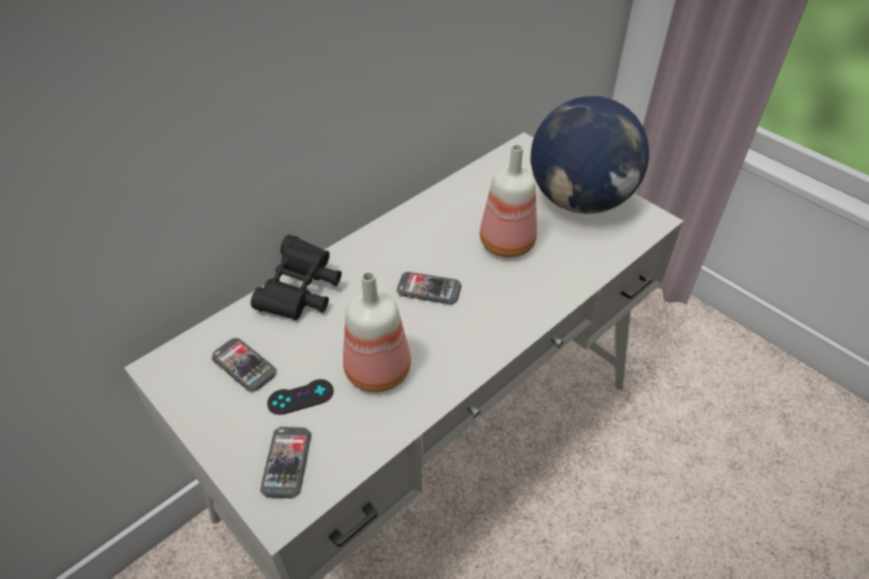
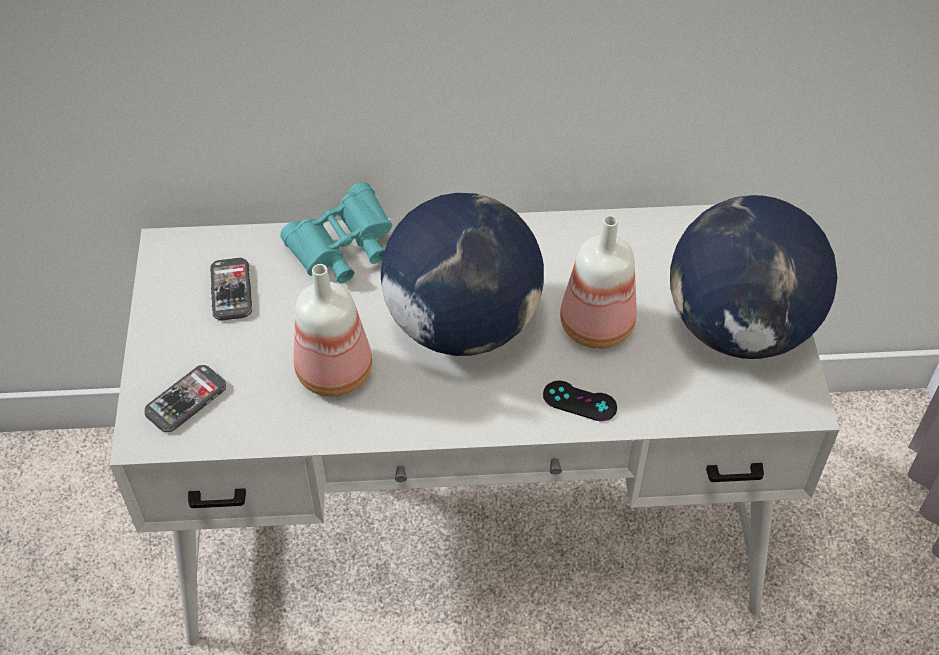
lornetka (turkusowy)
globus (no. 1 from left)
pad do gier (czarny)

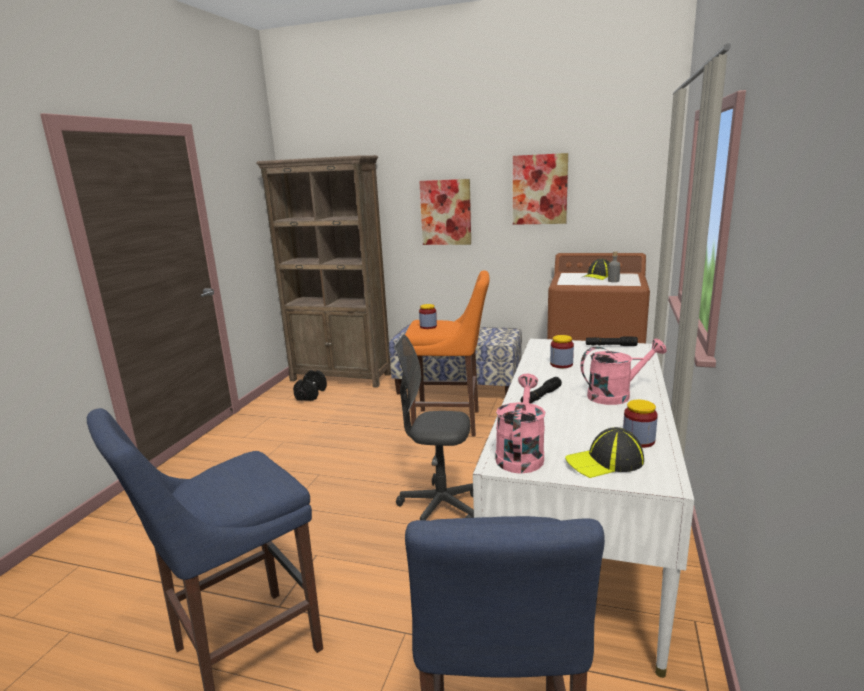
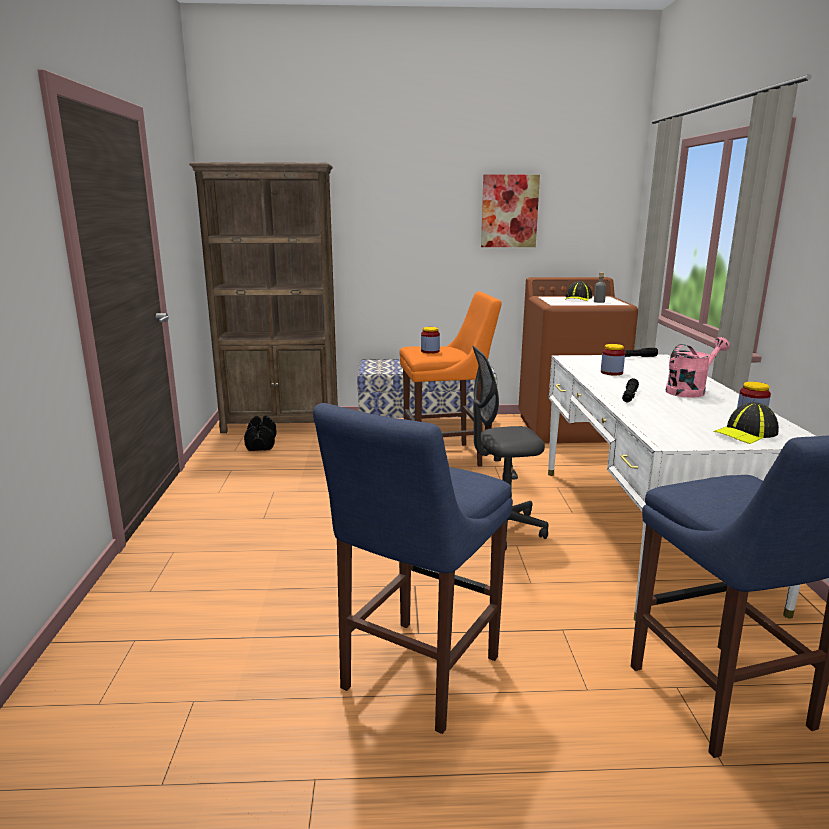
obraz (no. 1 from left in the first image)
konewka (różowy) (no. 1 from left in the first image)

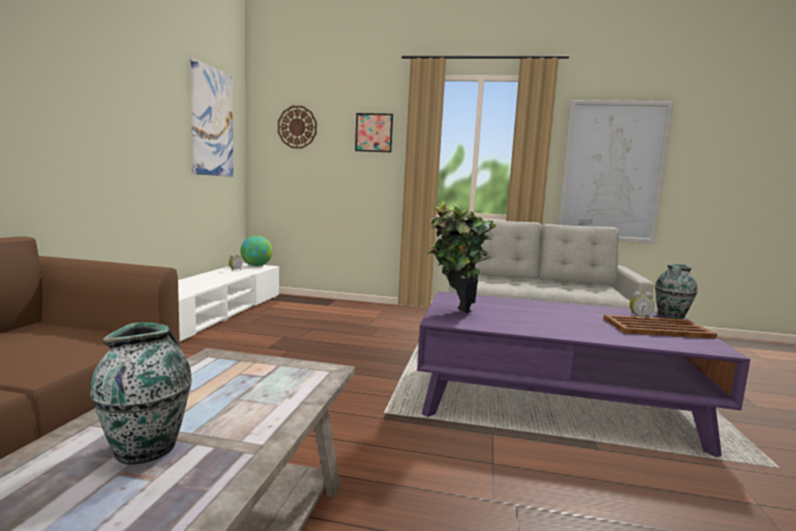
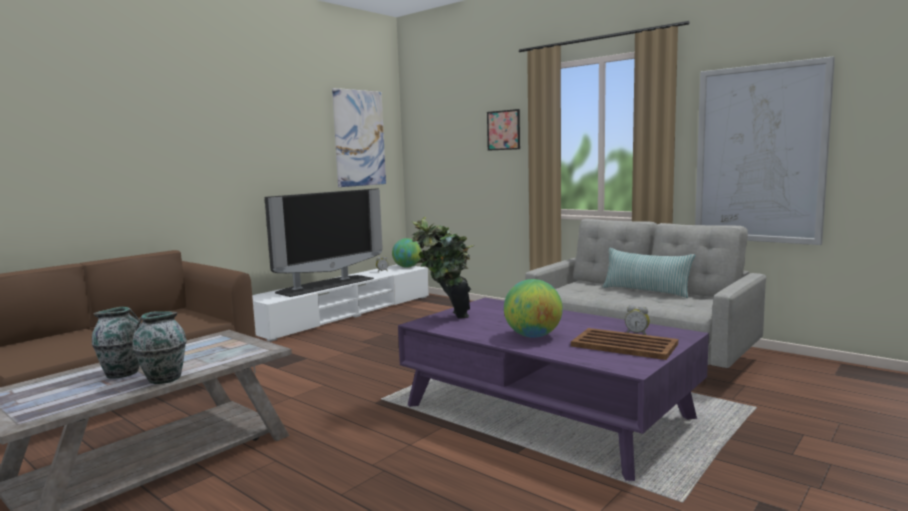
wazon (no. 2 from left)
telewizor
globus (no. 2 from left)
poduszka
zegar ścienny

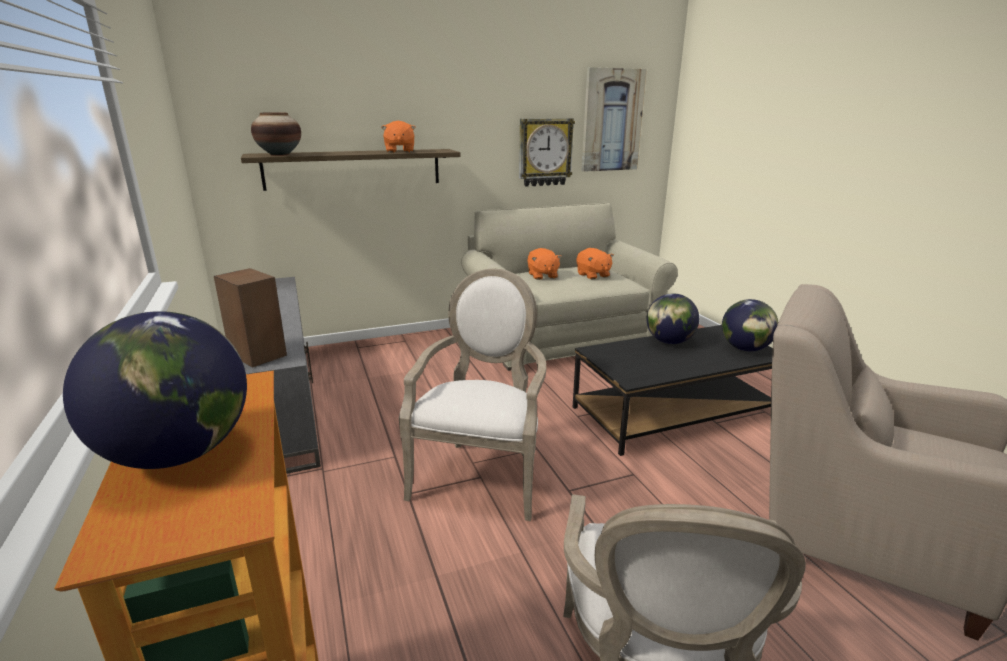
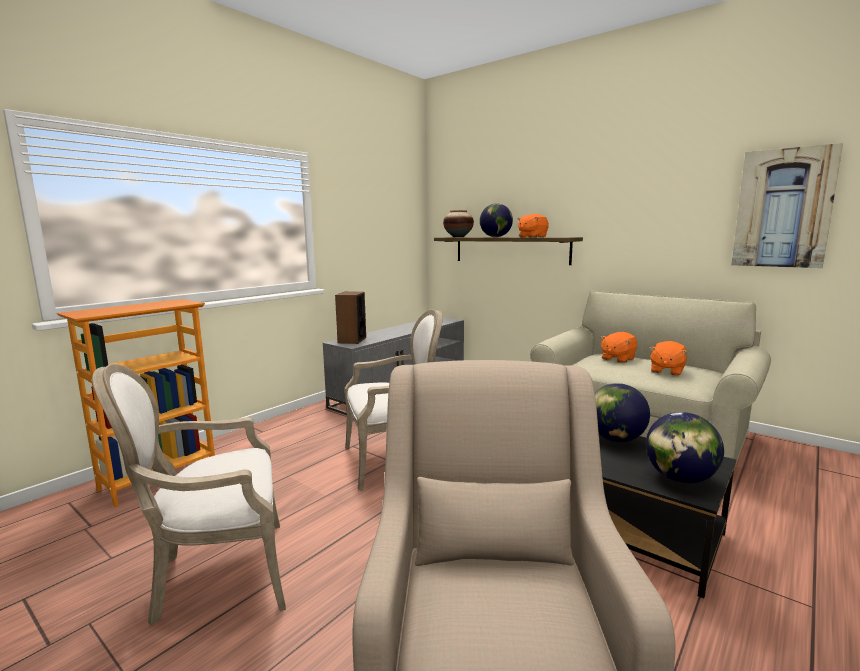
globus (no. 1 from left)
zegar ścienny

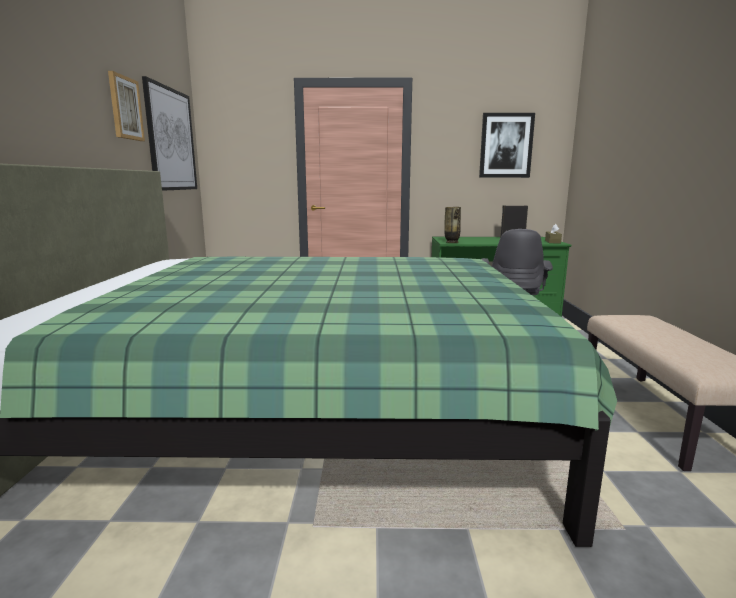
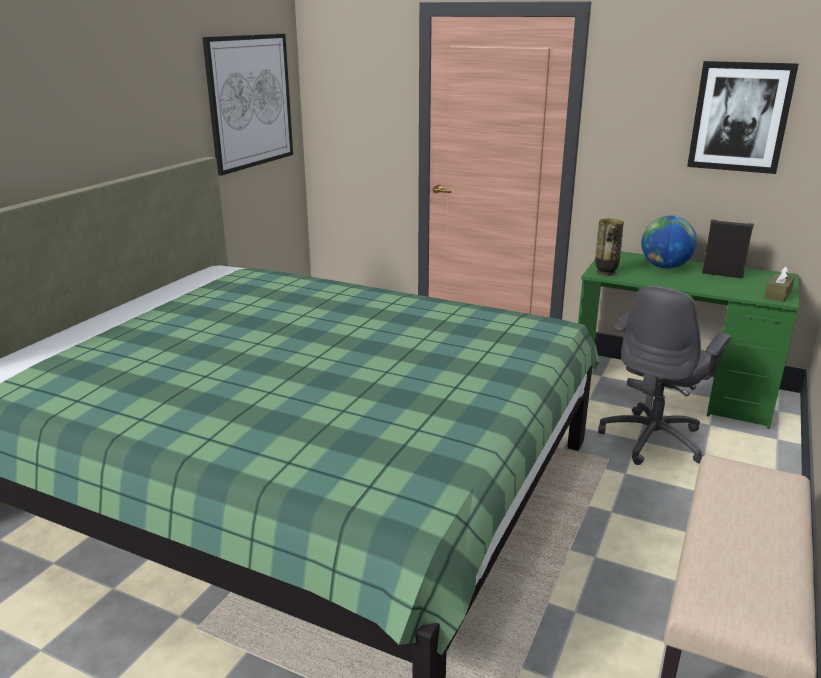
globus
obraz (no. 1 from left in the first image)

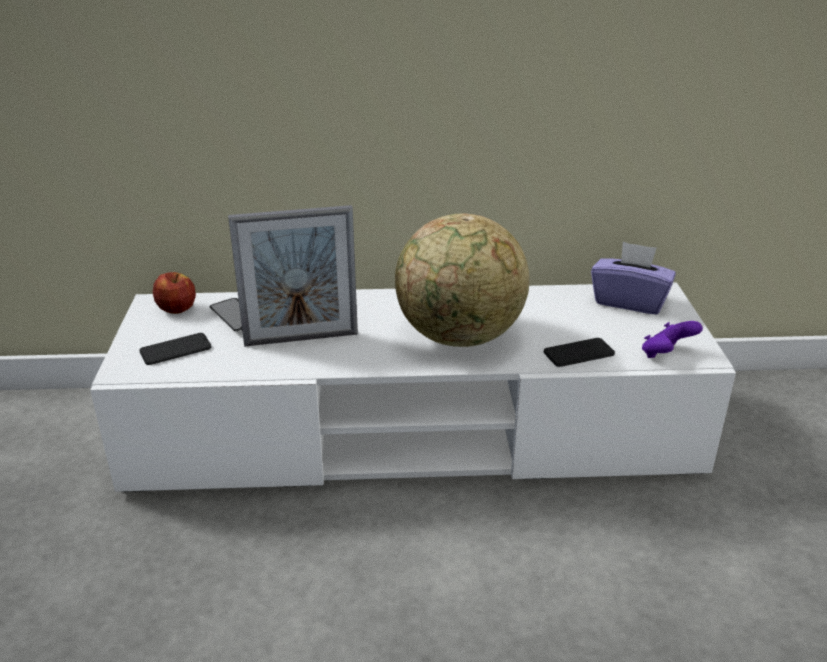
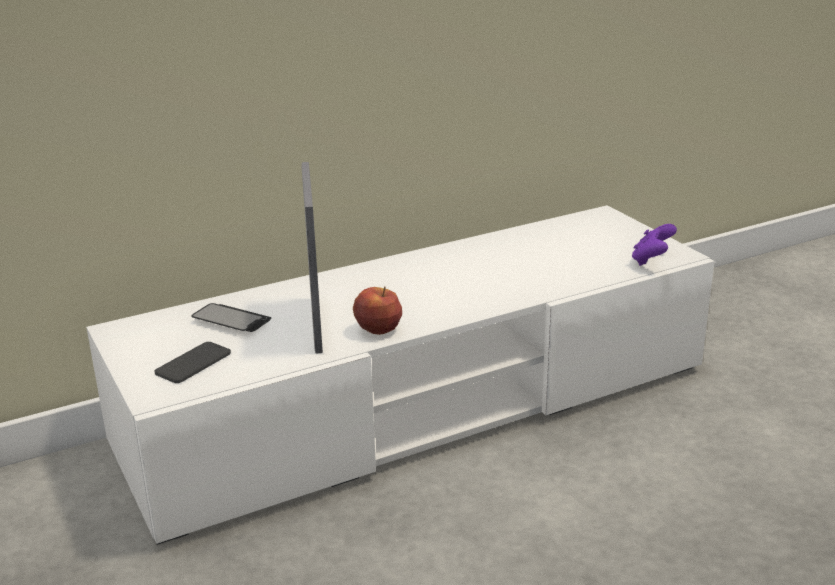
ramka na zdjęcie
jabłko
globus
telefon (no. 3 from left in the first image)
pudełko chusteczek (fioletowy)

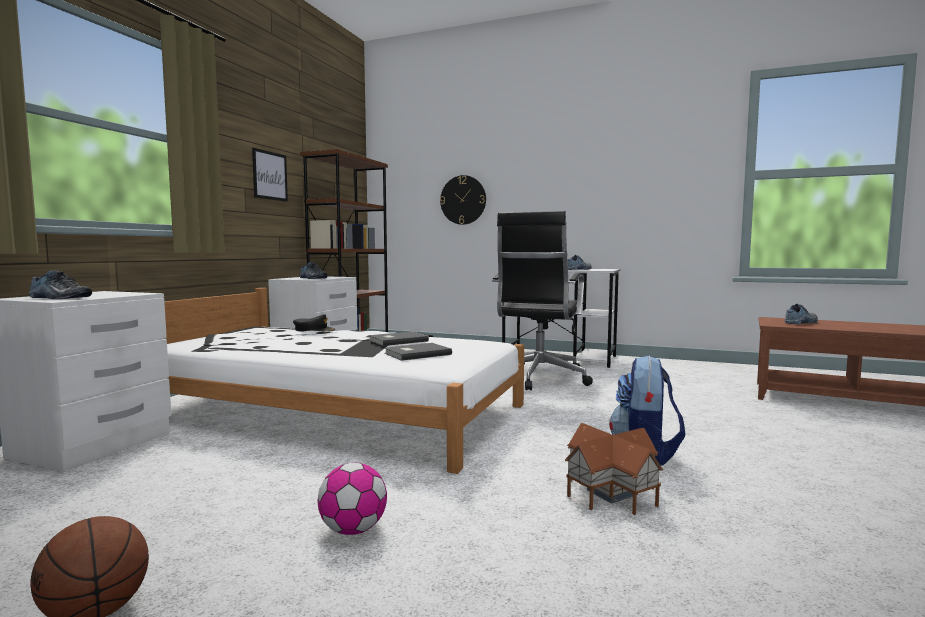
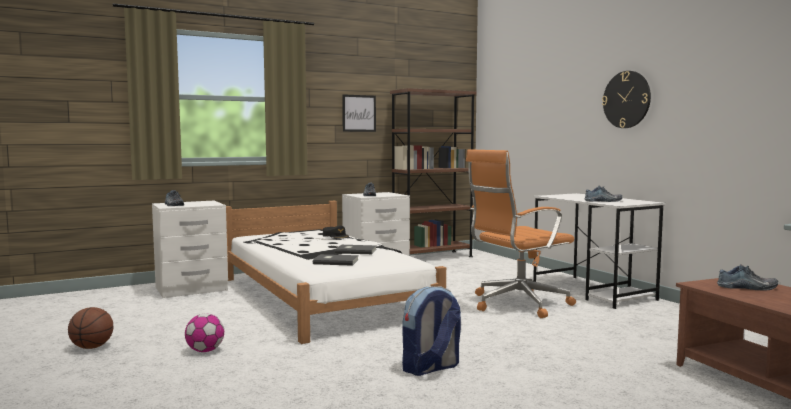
krzesło biurowe (pomarańczowy)
zegar ścienny
domek

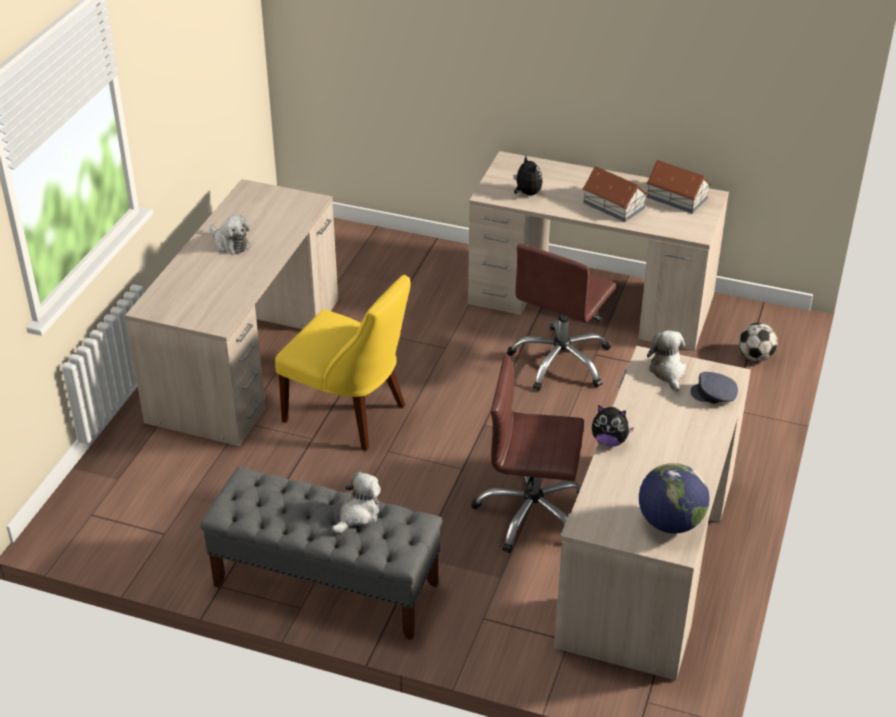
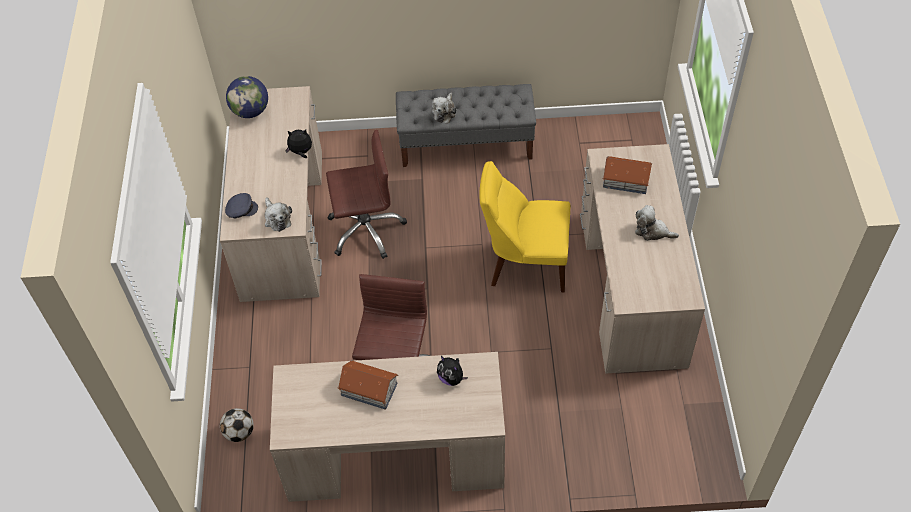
domek (no. 2 from left)

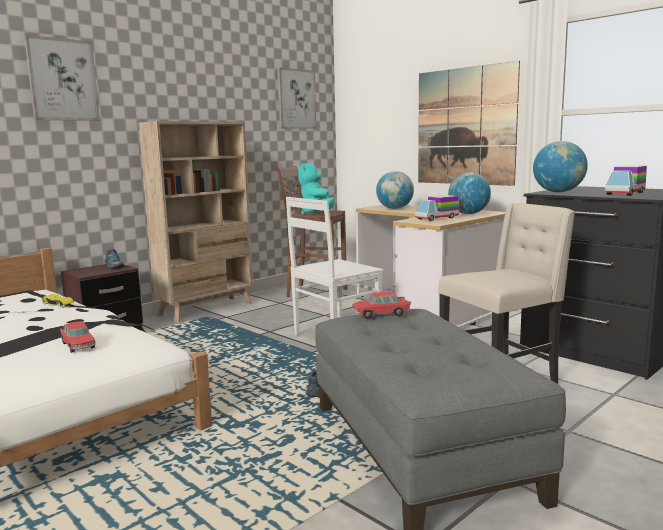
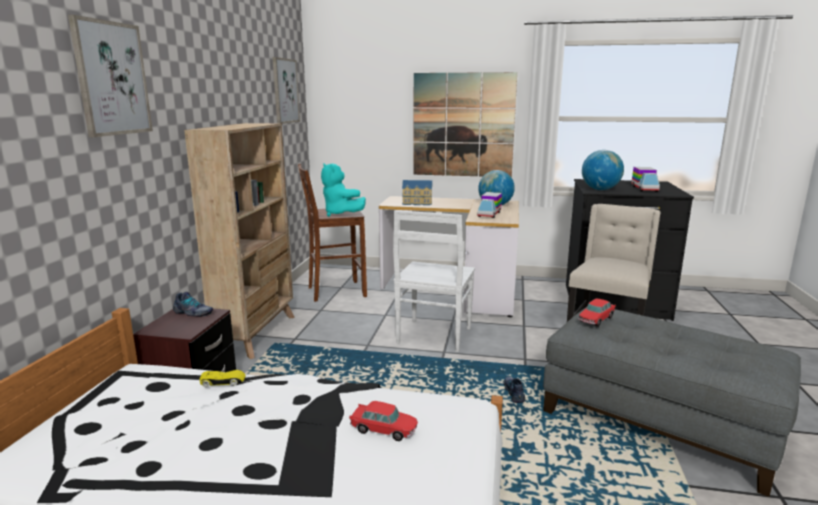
domek

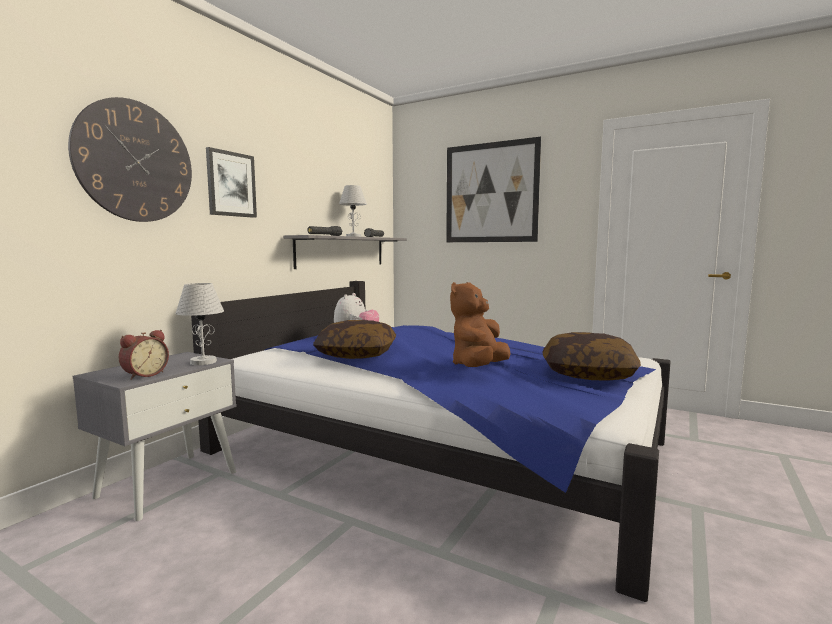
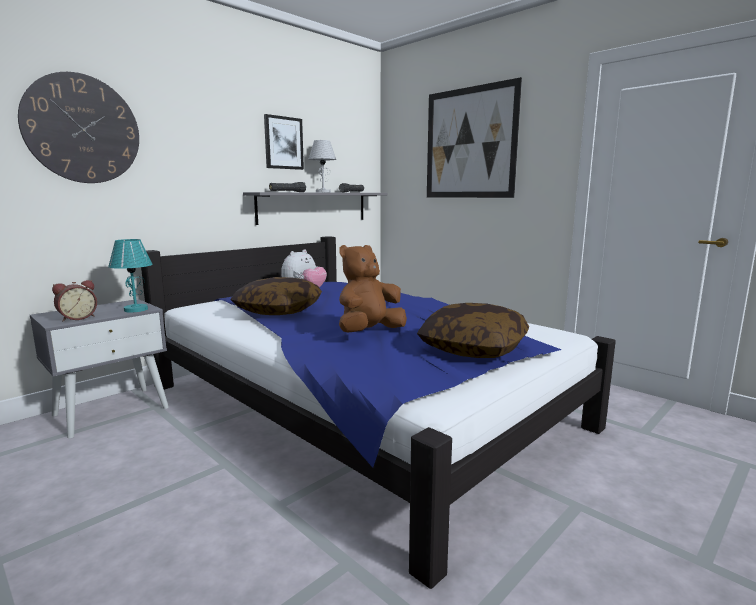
lampa stołowa (turkusowy)
obraz (no. 1 from left)

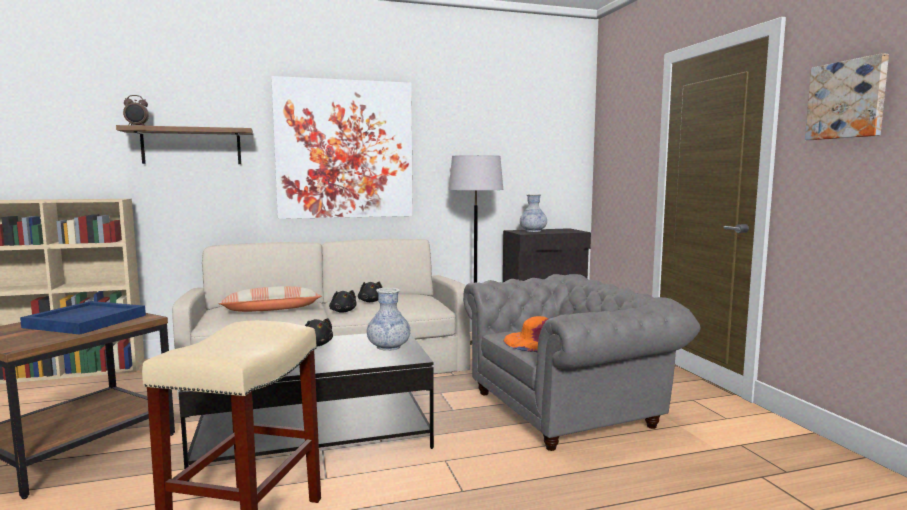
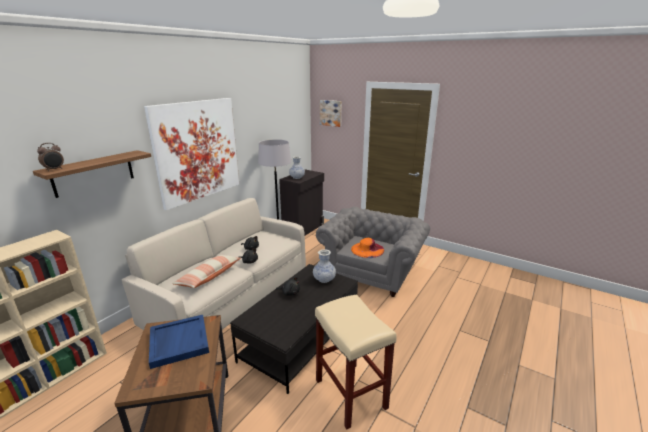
obraz (no. 2 from left)

